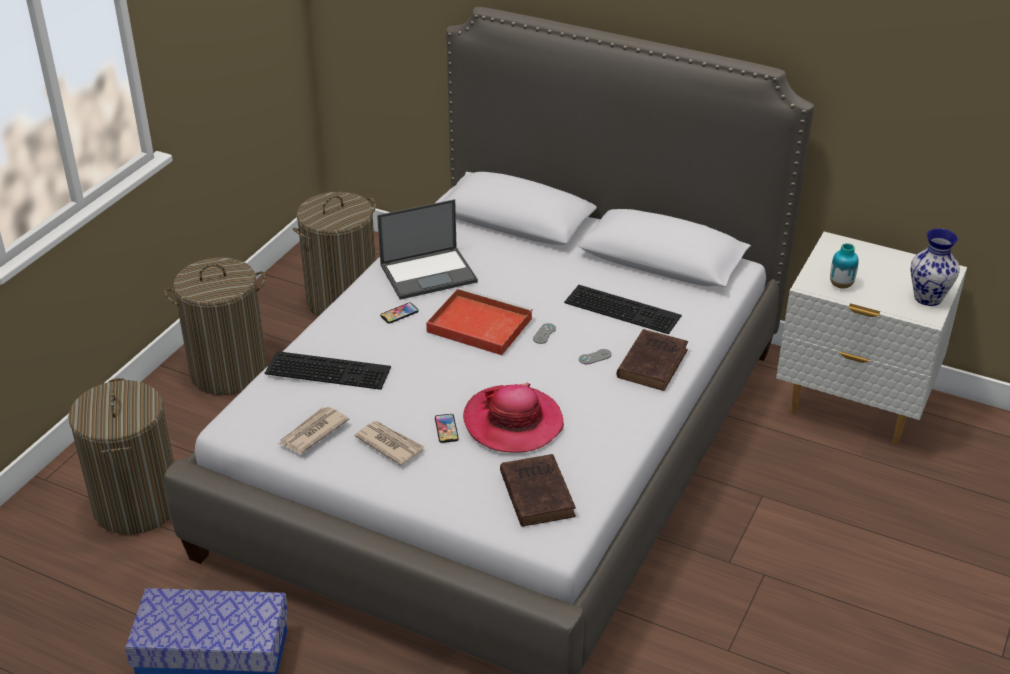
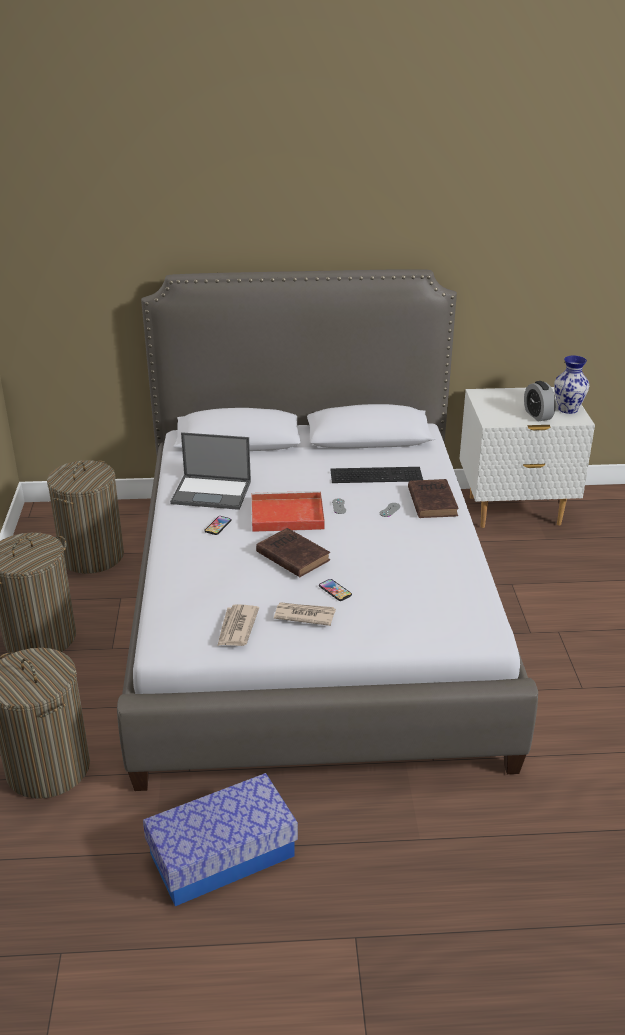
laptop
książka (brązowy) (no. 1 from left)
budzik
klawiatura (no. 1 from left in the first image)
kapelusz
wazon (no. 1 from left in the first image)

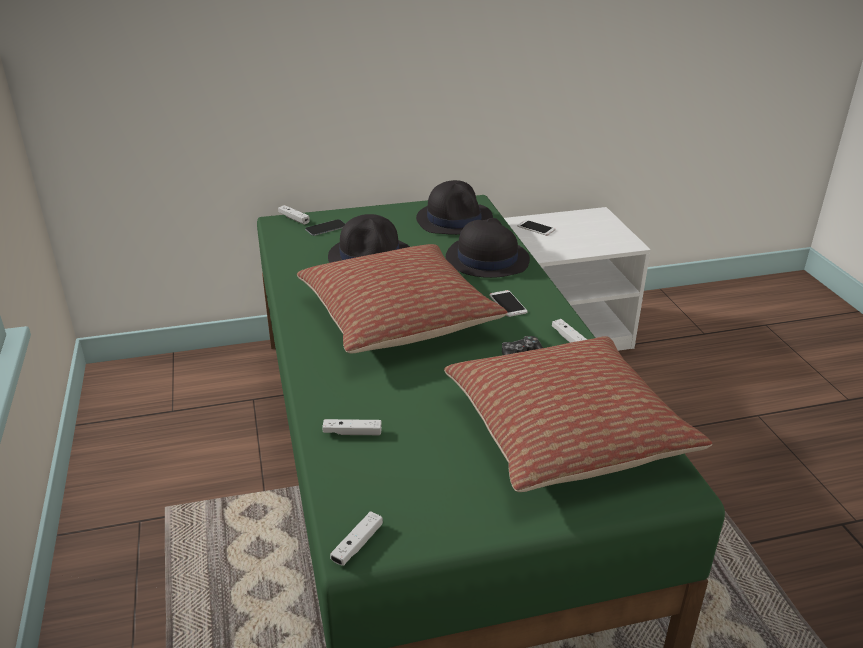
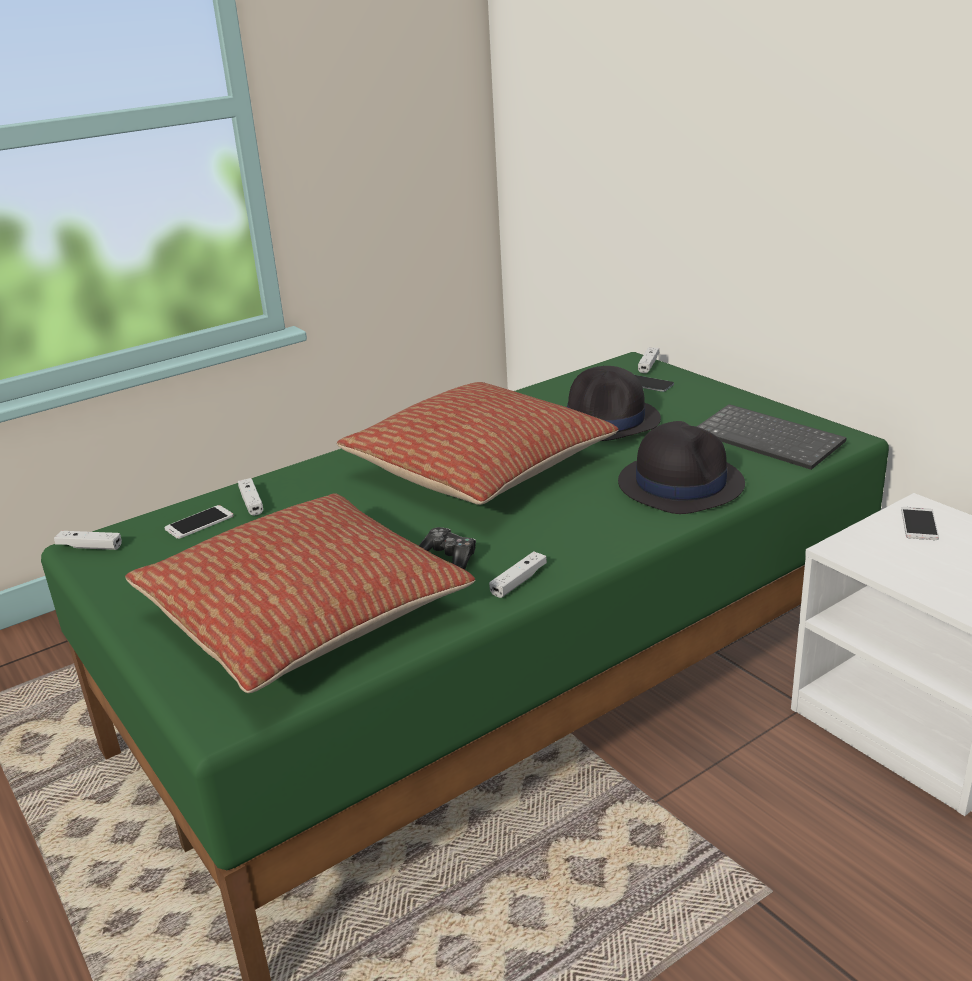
telefon (no. 1 from left)
klawiatura

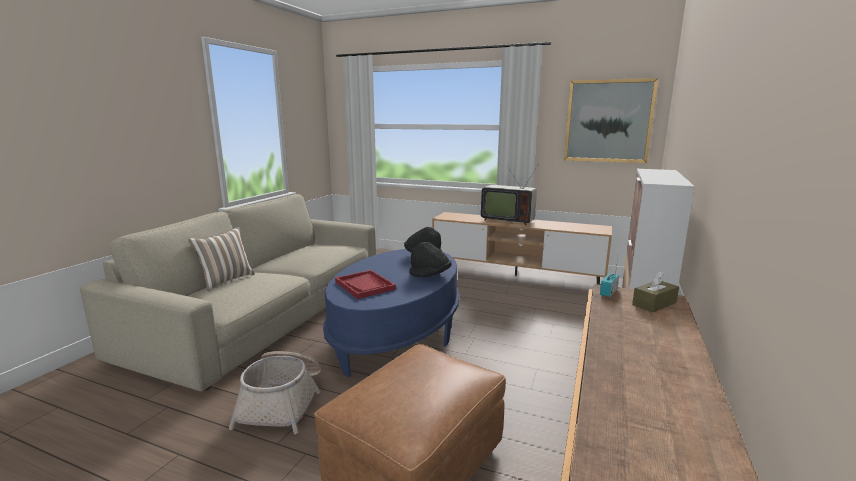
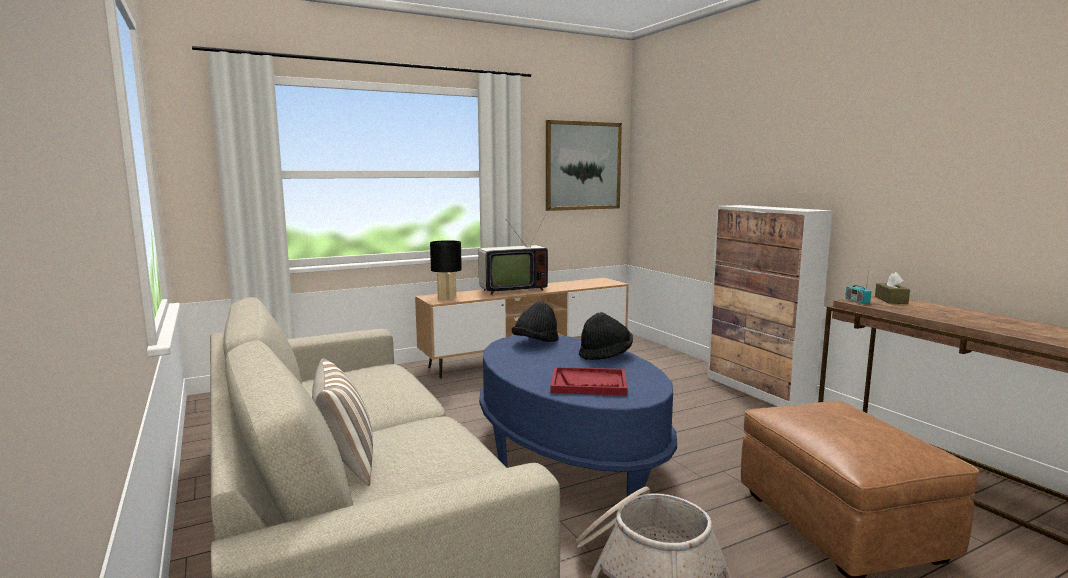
lampa stołowa (czarny)

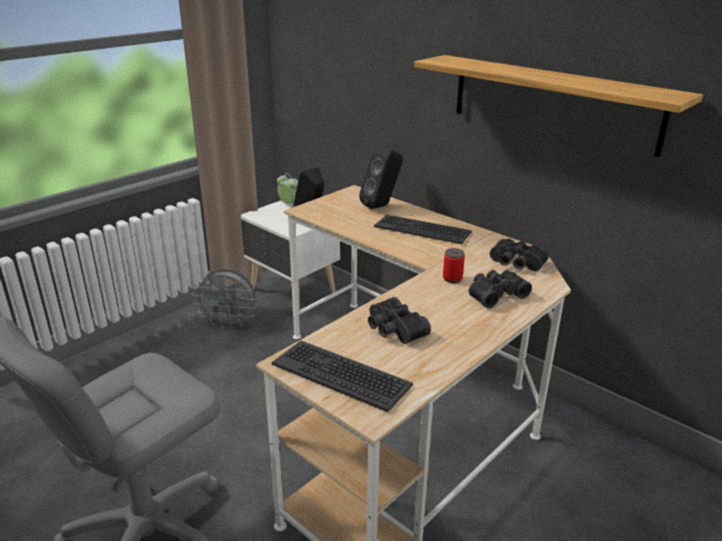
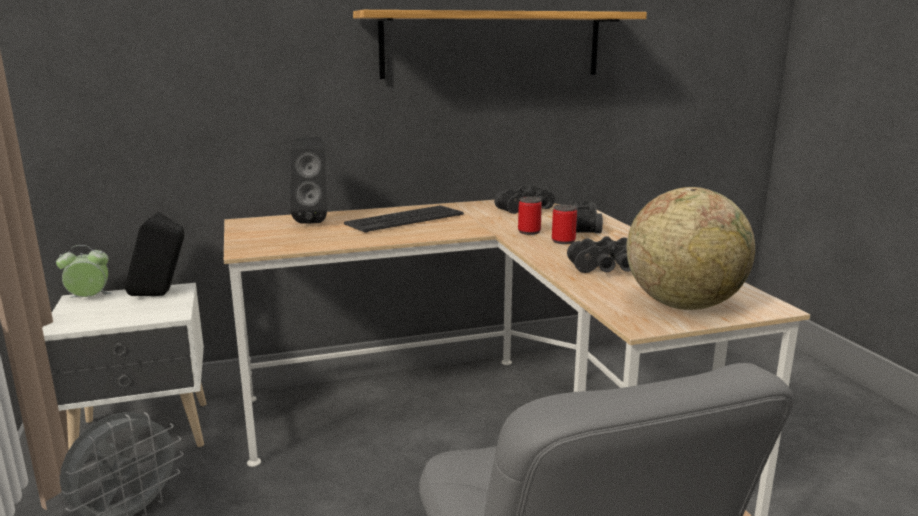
puszka (no. 2 from left)
globus

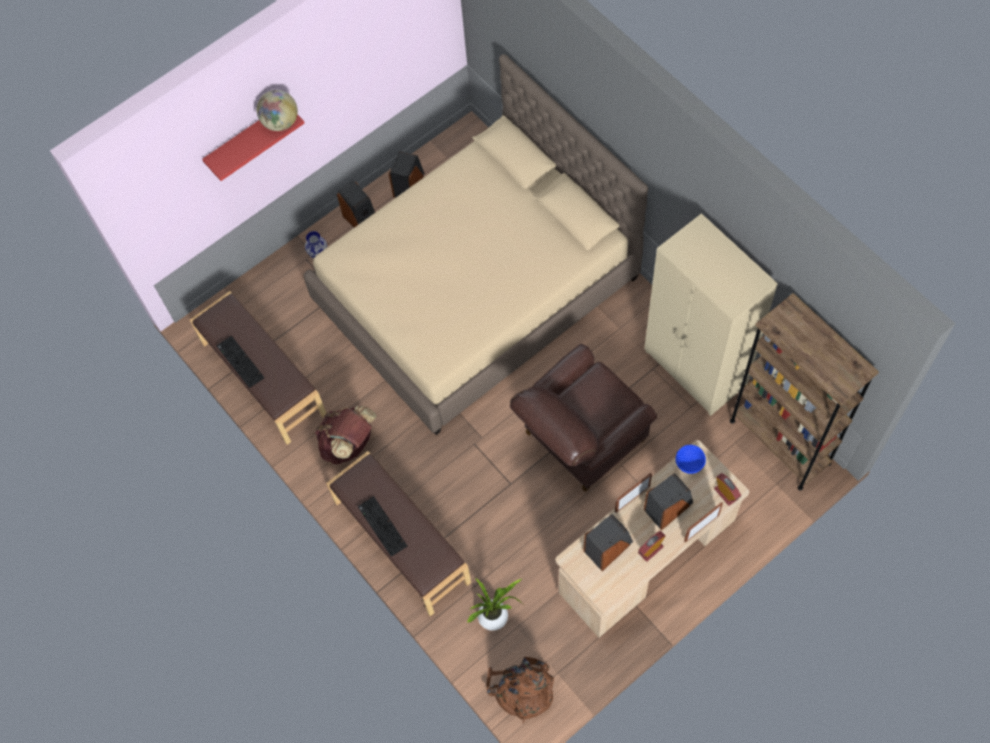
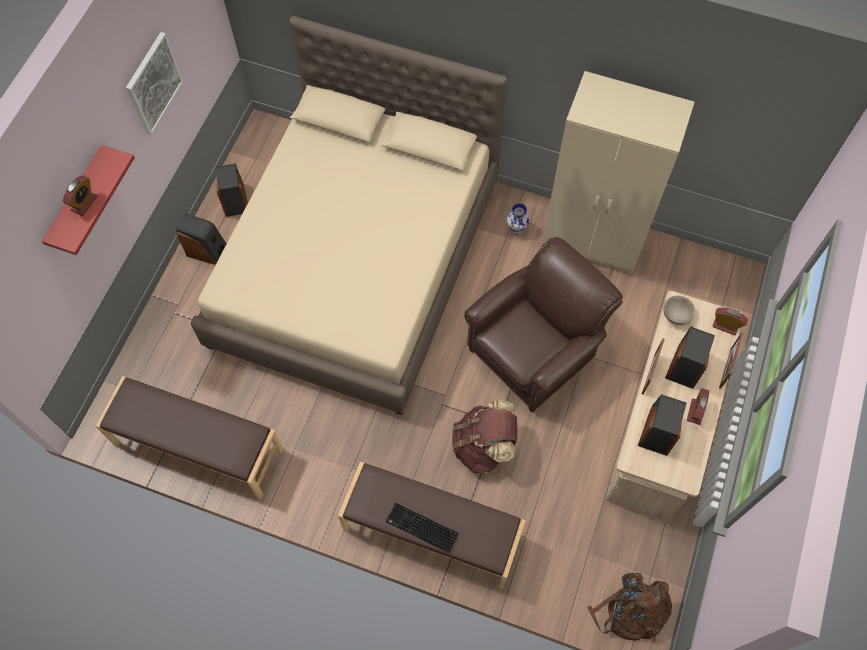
budzik (no. 1 from left)
obraz
plecak (brązowy) (no. 1 from left)
fotel (brązowy)
wazon
miska (beżowy)
klawiatura (no. 1 from left in the first image)
globus
roślina doniczkowa
regał (brązowy)

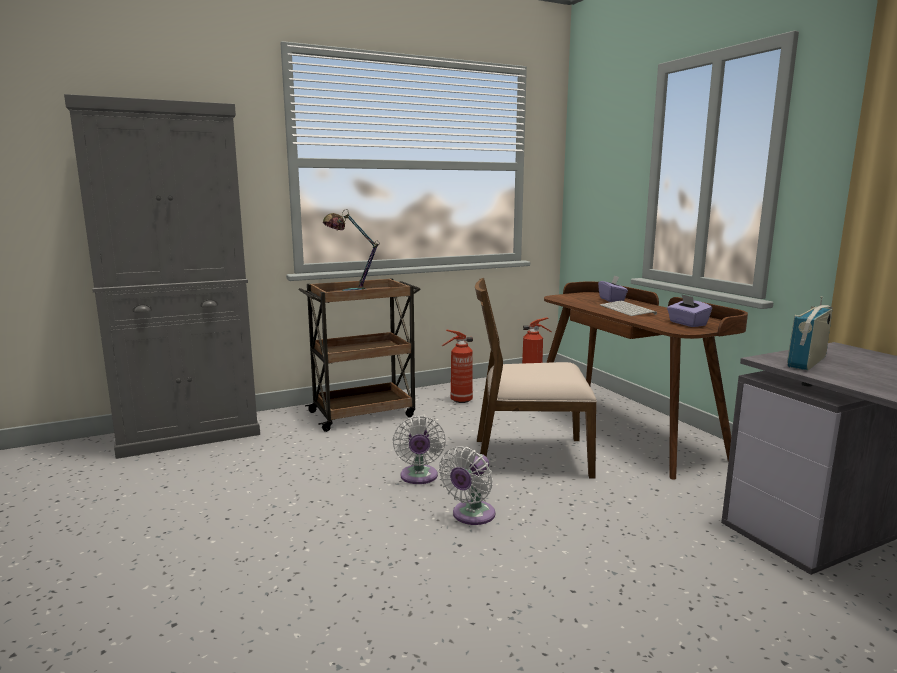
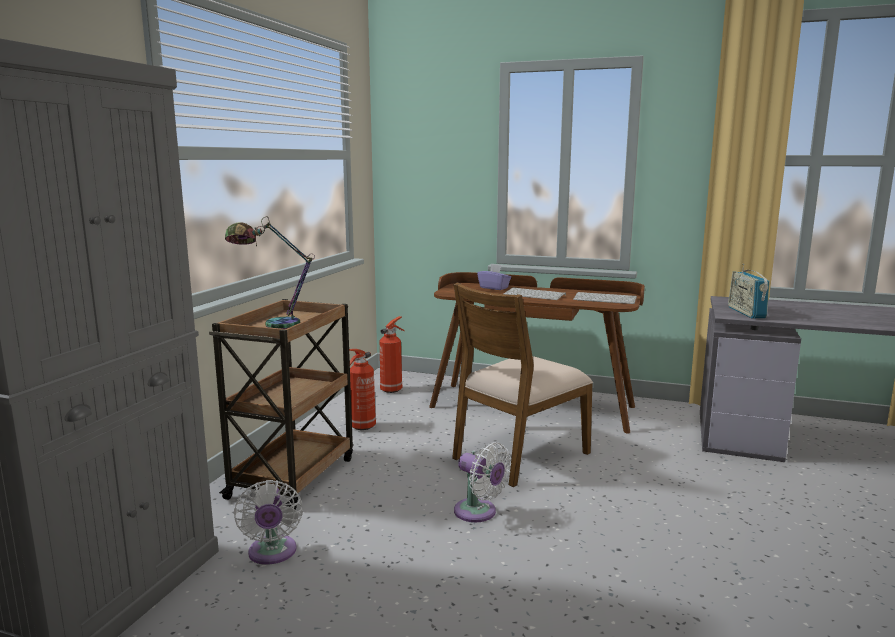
wentylator (biały) (no. 1 from left)
klawiatura (no. 2 from left)

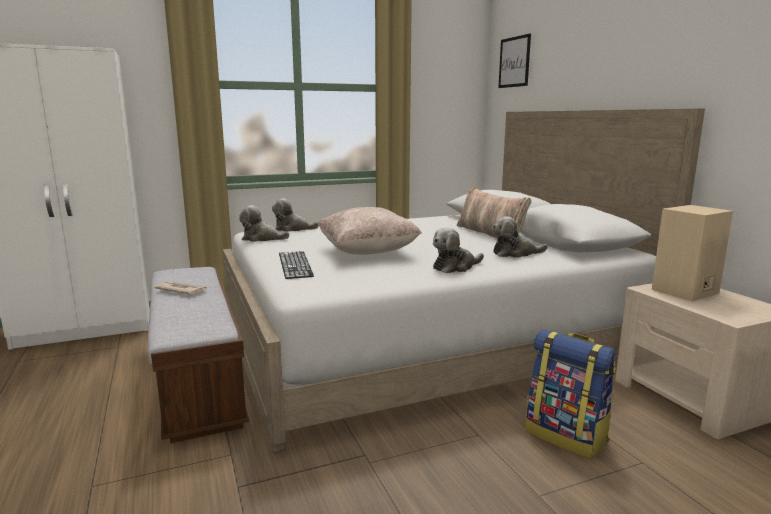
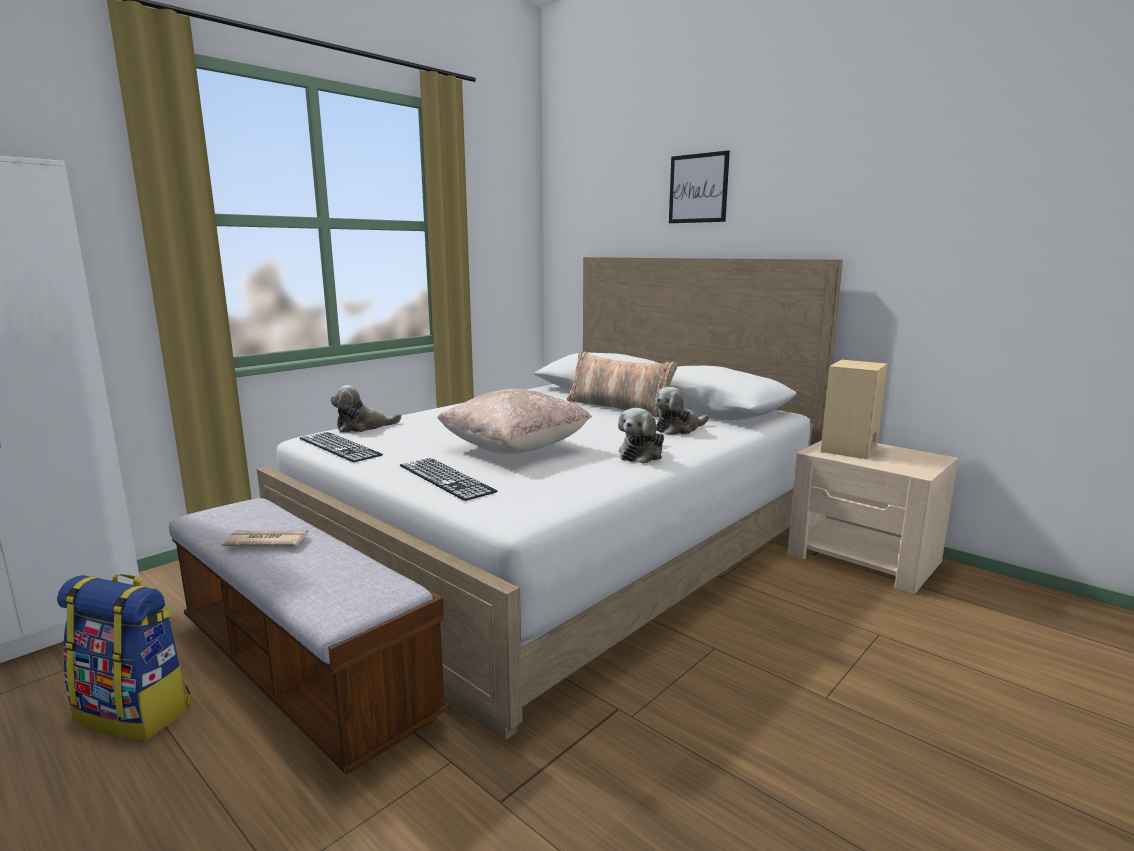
plecak
klawiatura (no. 1 from left)
obraz

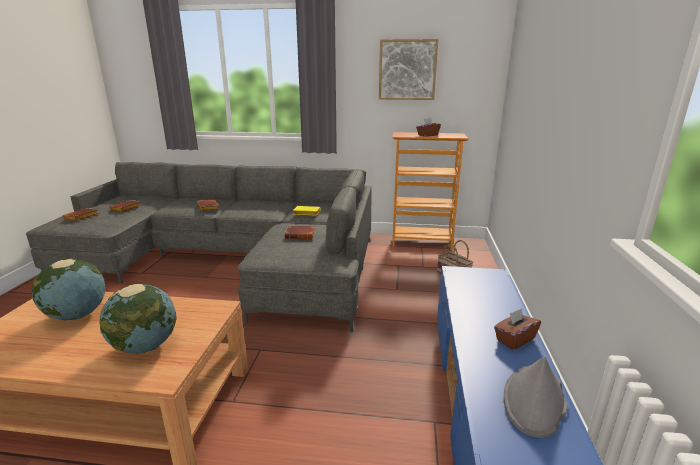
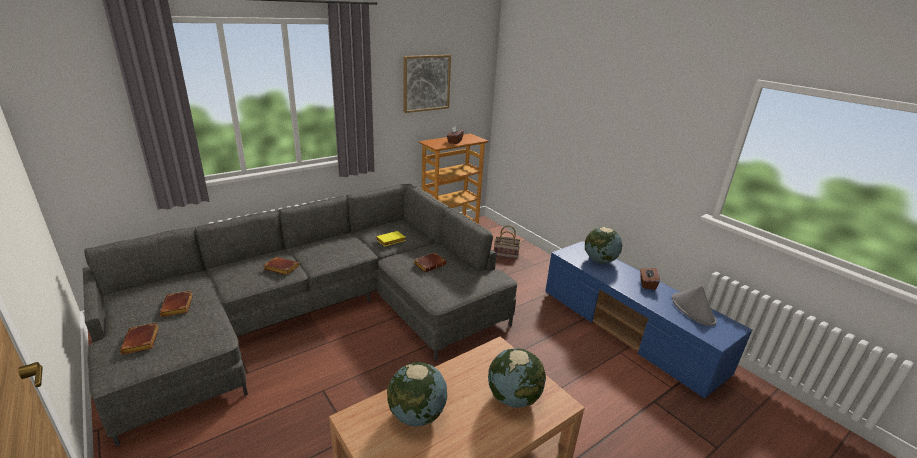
globus (no. 3 from left)

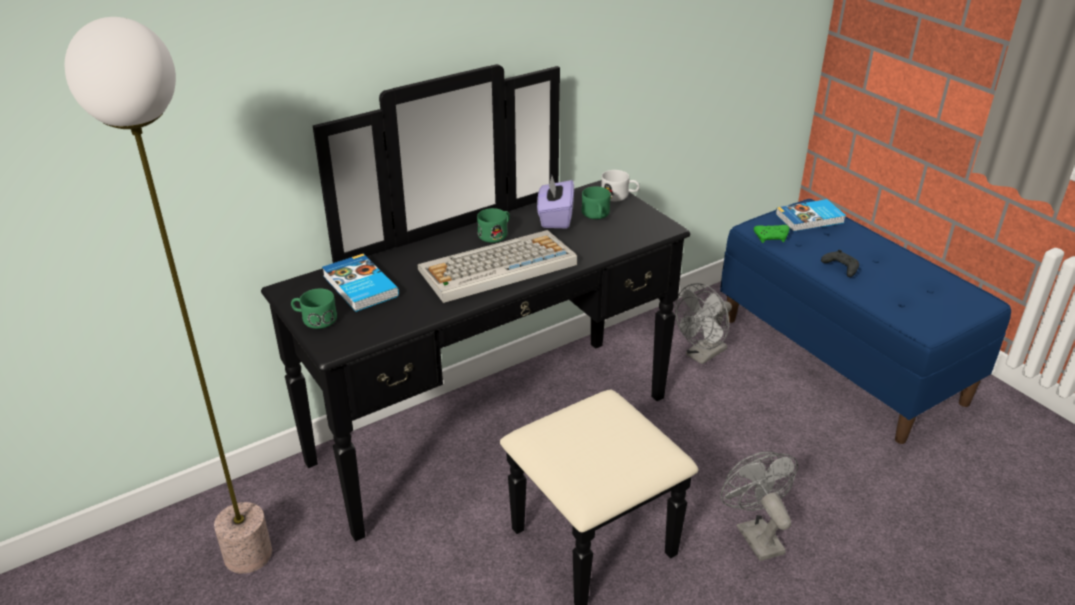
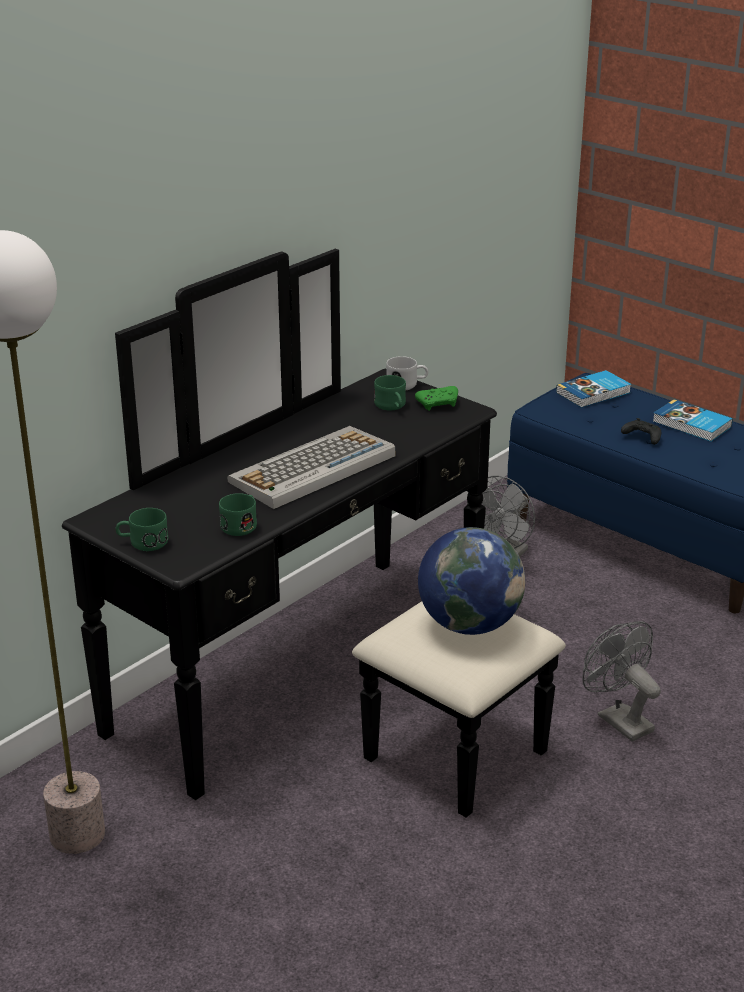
kubek (zielony) (no. 2 from left)
pad do gier (zielony)
globus
książka (no. 2 from left)
pudełko chusteczek (fioletowy)

